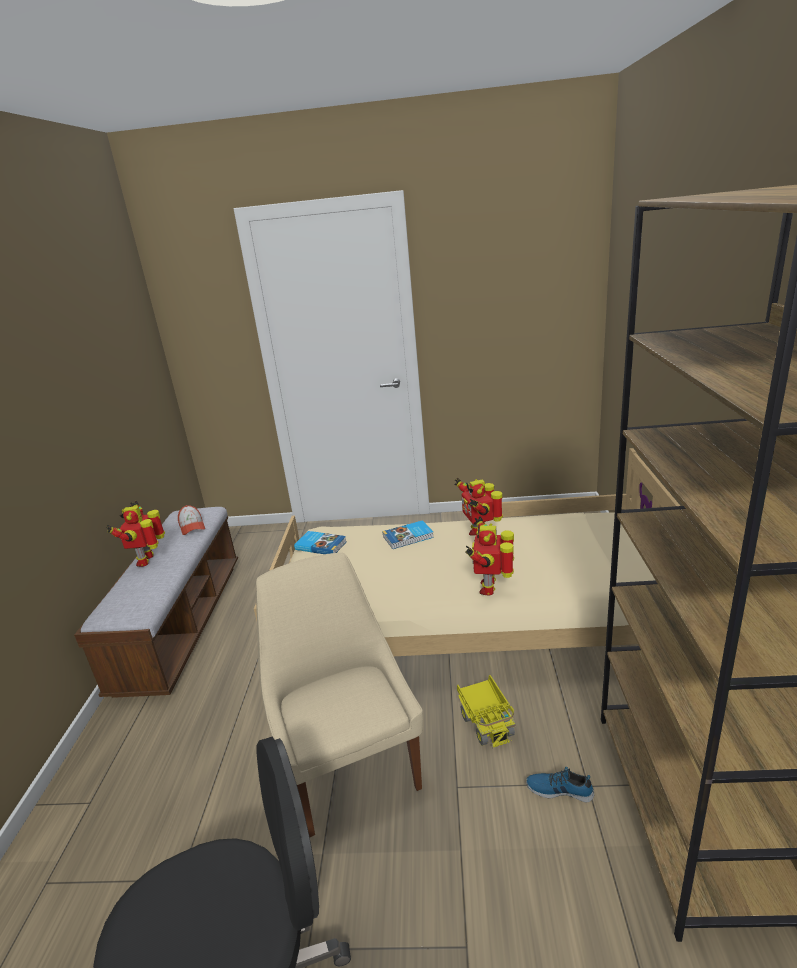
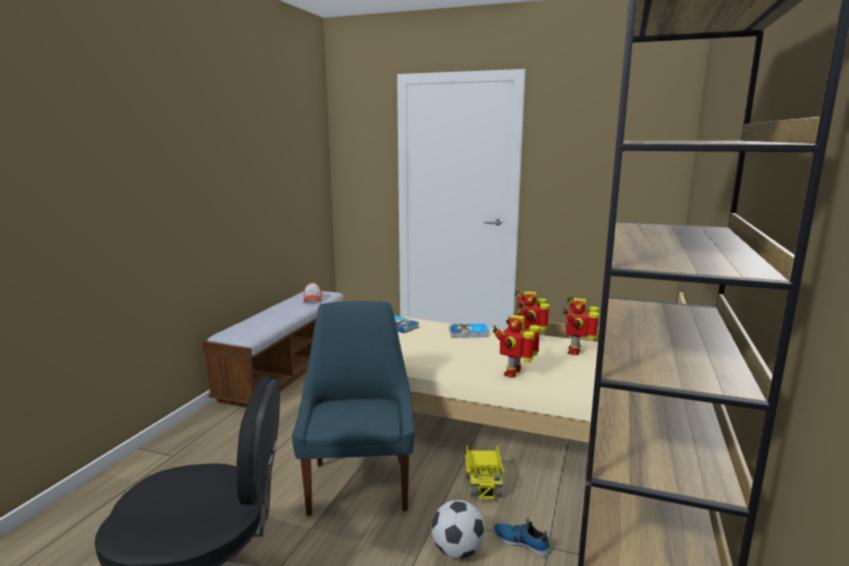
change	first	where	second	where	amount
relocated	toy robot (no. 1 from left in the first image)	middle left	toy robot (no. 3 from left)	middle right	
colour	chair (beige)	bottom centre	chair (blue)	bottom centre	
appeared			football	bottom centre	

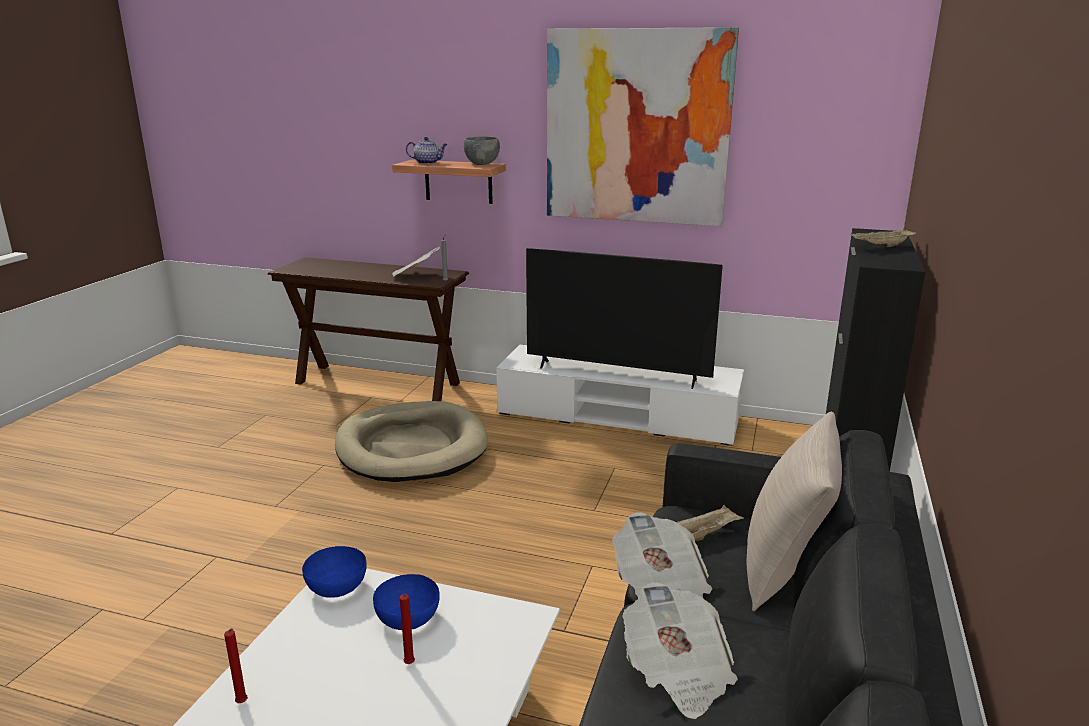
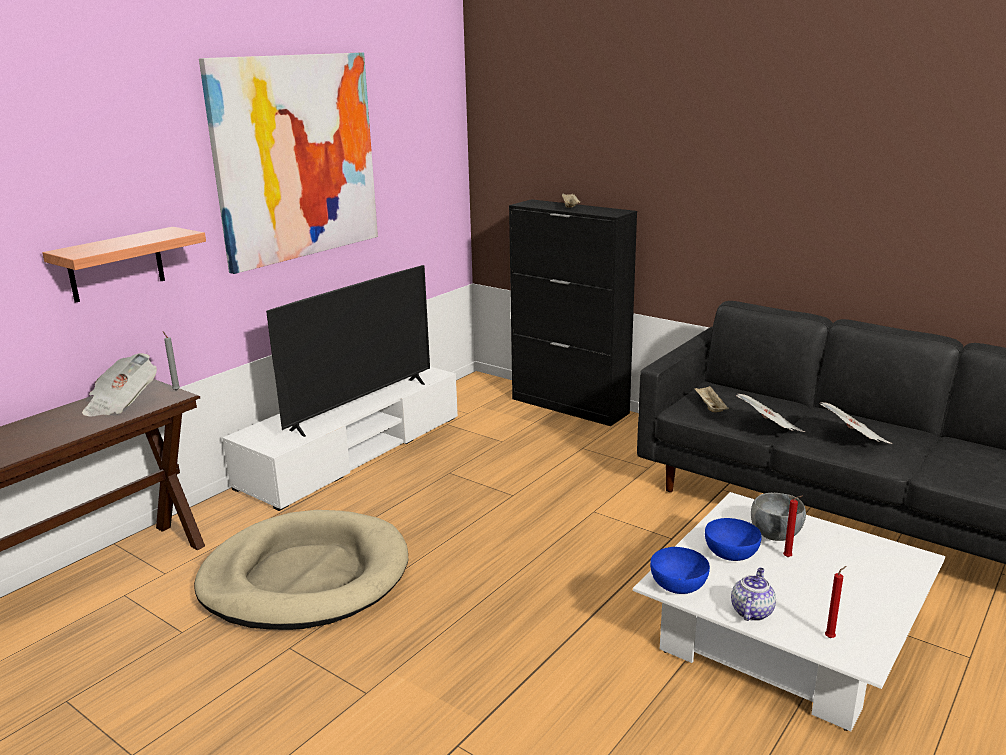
change	first	where	second	where	amount
relocated	bowl (grey)	top centre		bottom right	
relocated	teapot	top centre		bottom right	
missing	pillow (beige)	bottom right			

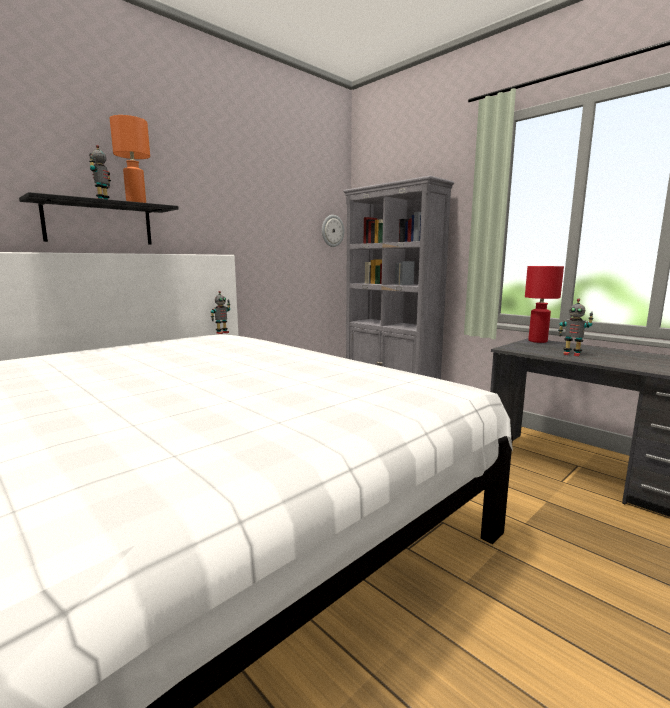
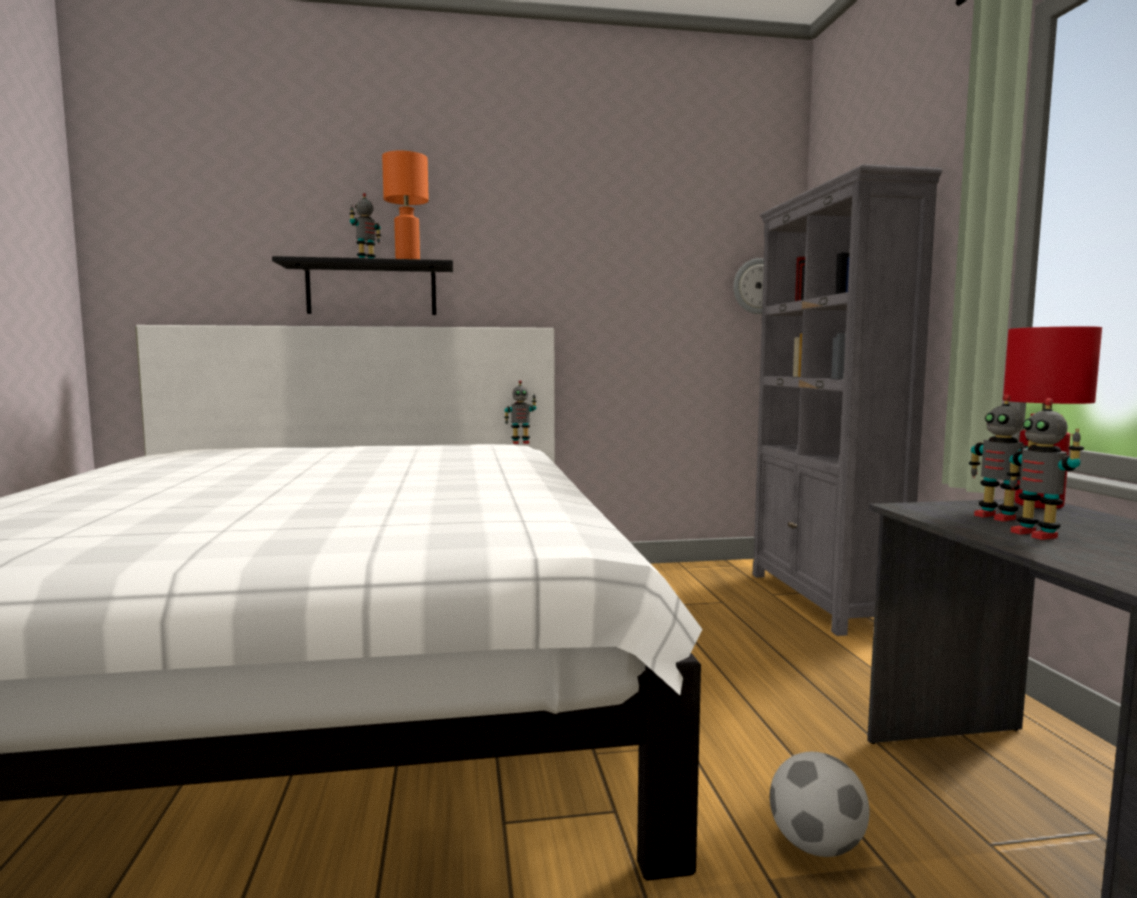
change	first	where	second	where	amount
appeared			toy robot (no. 3 from left)	middle right	
appeared			football	bottom right	

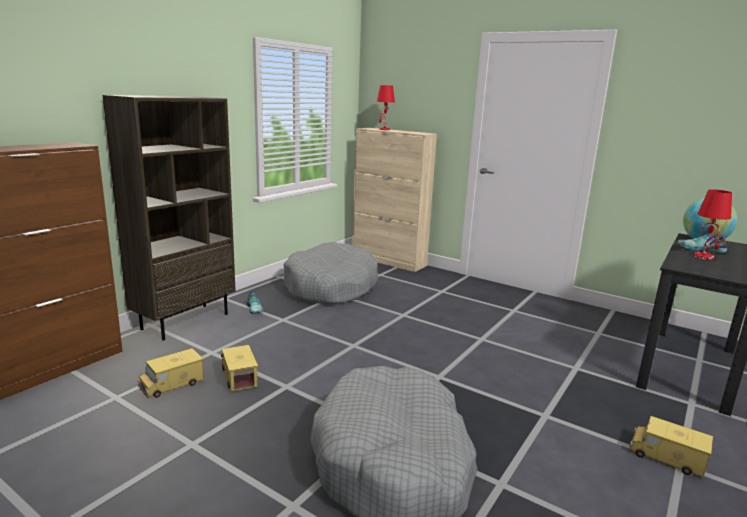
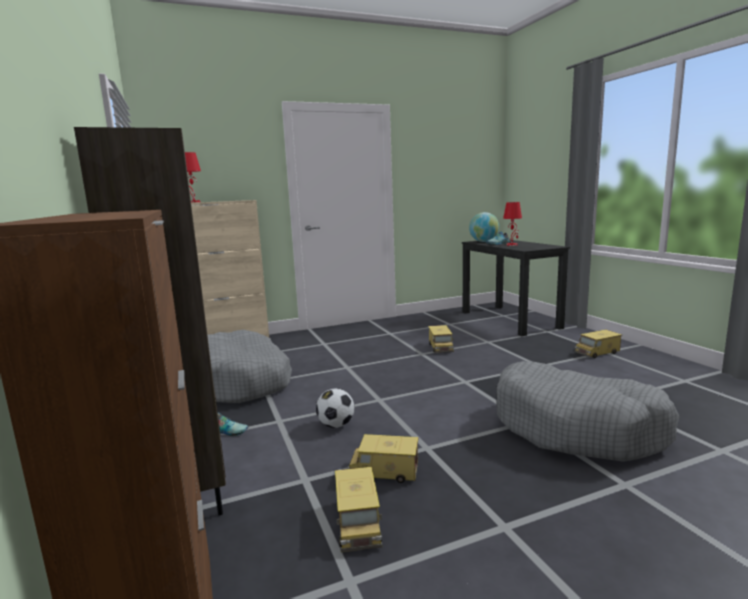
change	first	where	second	where	amount
appeared			toy truck (no. 3 from left)	centre	
appeared			football	bottom centre	

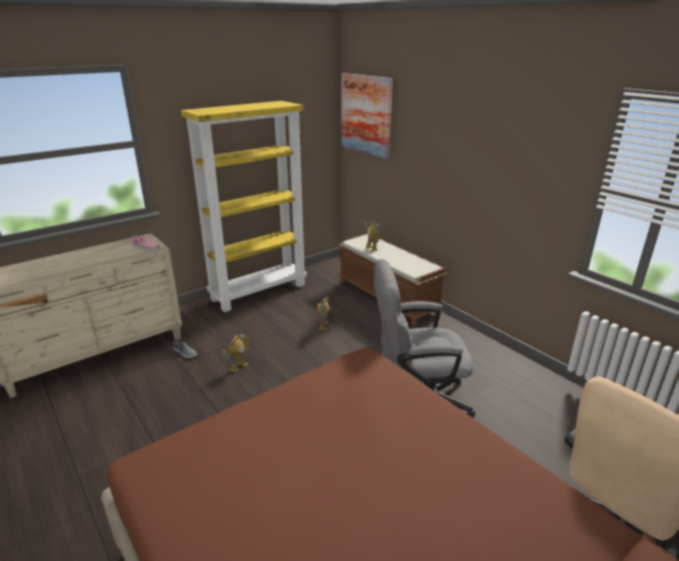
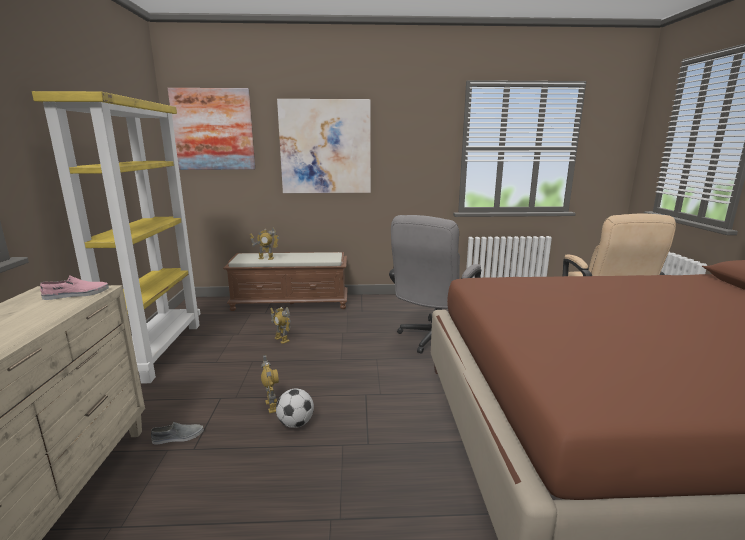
change	first	where	second	where	amount
appeared			picture (no. 2 from left)	top centre	
appeared			football	bottom centre	

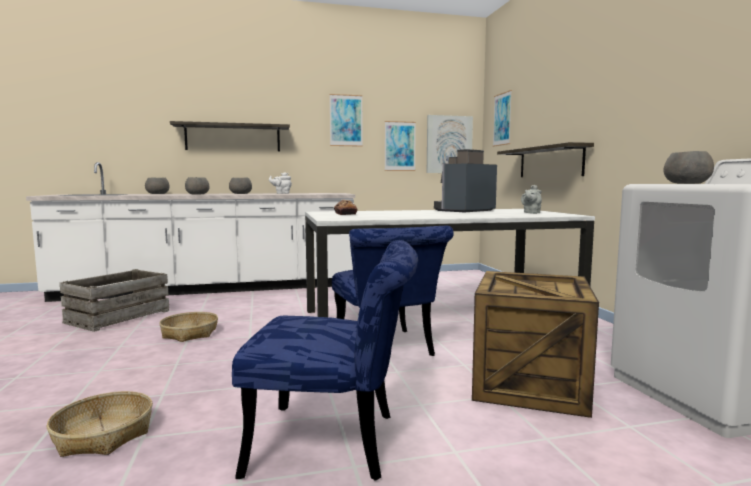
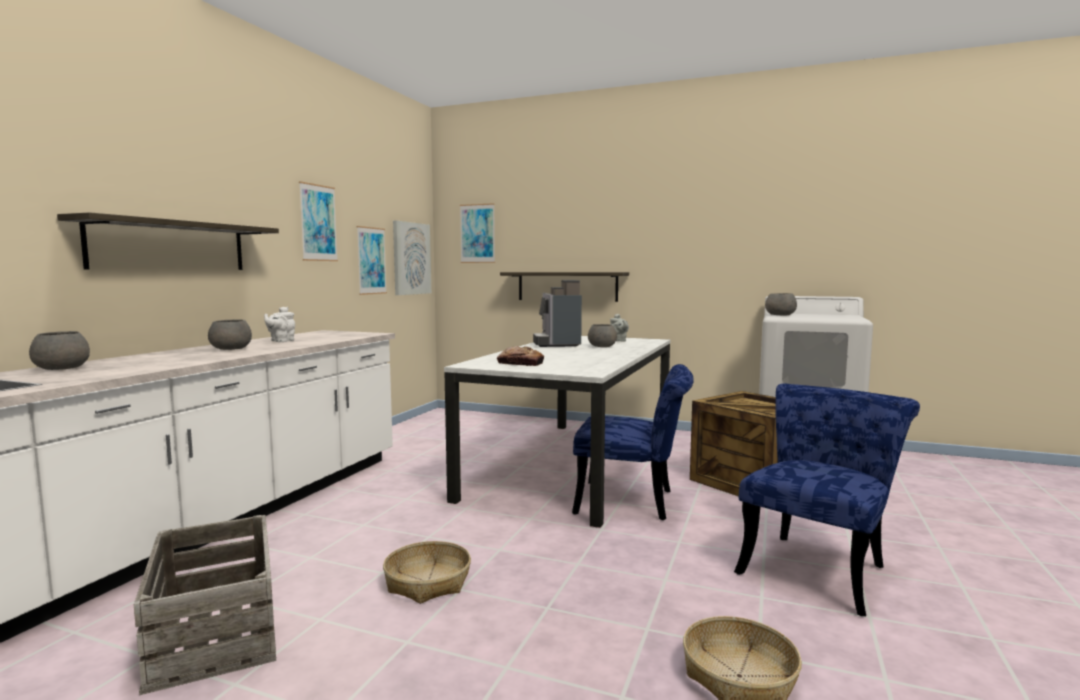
change	first	where	second	where	amount
relocated	bowl (grey) (no. 2 from left in the first image)	middle left	bowl (grey) (no. 3 from left)	centre	

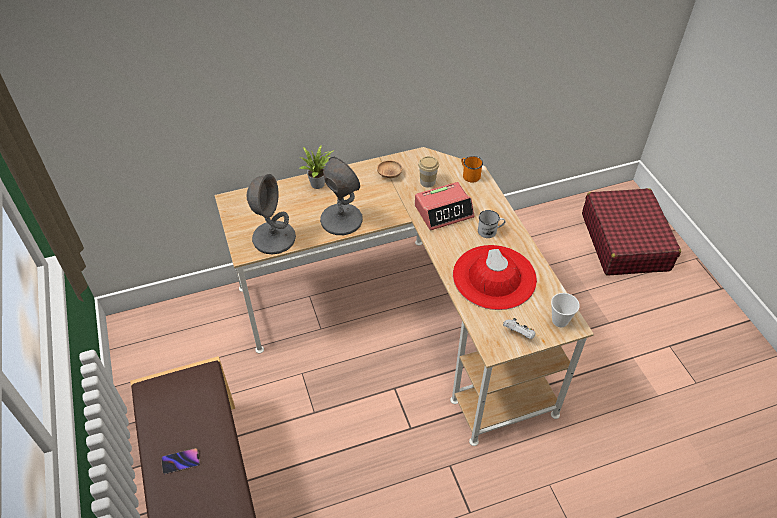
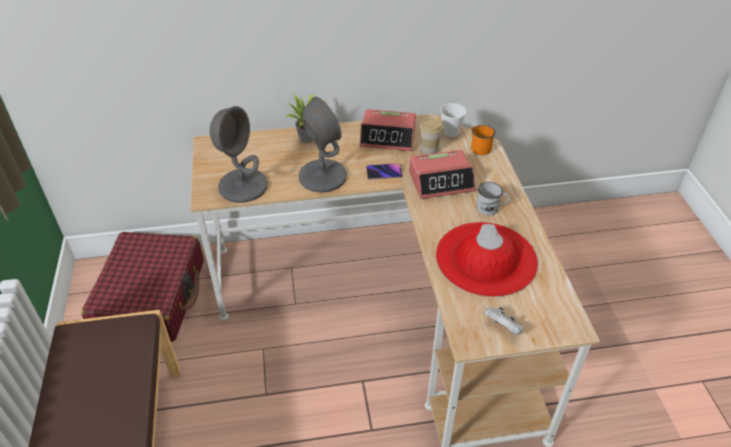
change	first	where	second	where	amount
exchanged	bowl (brown)	top centre	alarm clock (no. 1 from left)	top centre	
relocated	suitcase (red)	middle right		middle left	
relocated	cup (no. 2 from left)	middle right		top centre	
relocated	phone	bottom left		centre	

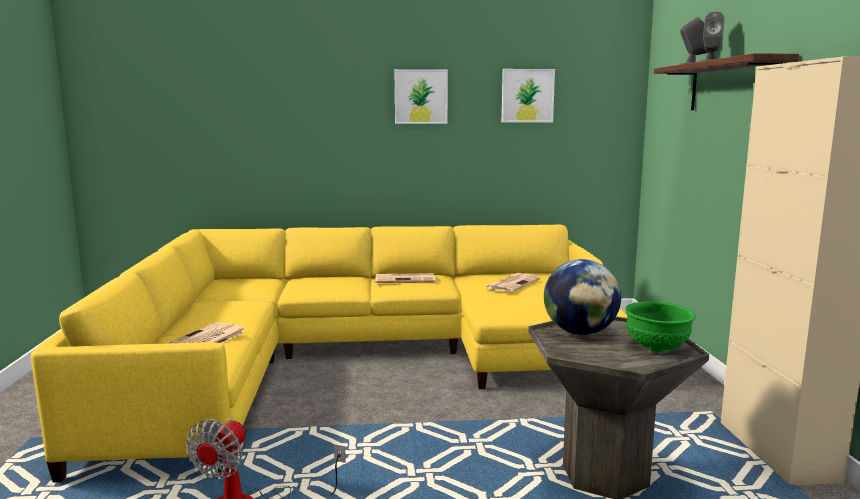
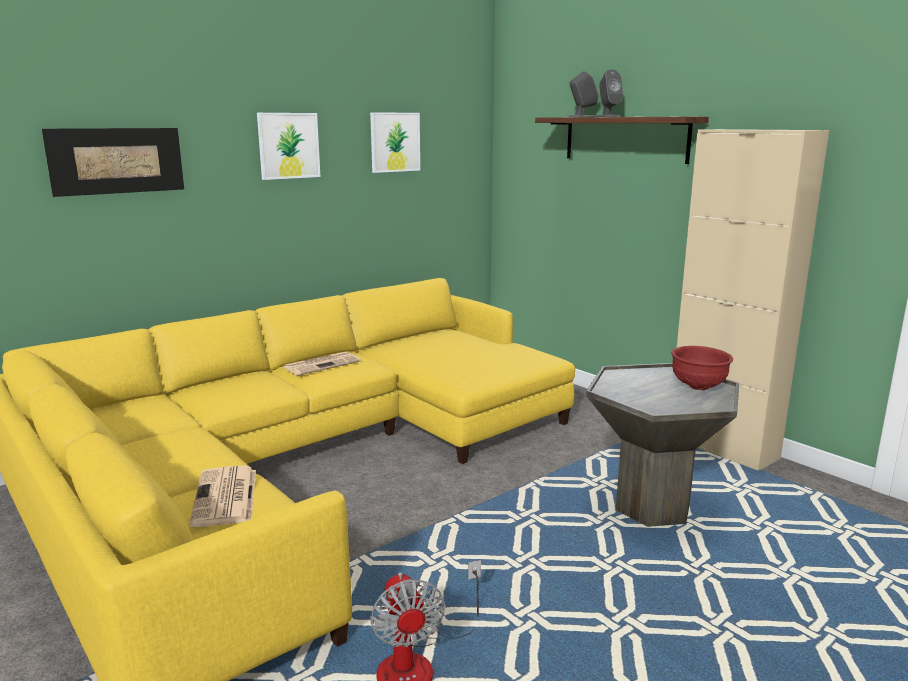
change	first	where	second	where	amount
missing	globe	middle right			
missing	newspaper (no. 3 from left)	centre			
colour	bowl (green)	middle right	bowl (red)	middle right	
appeared			picture (no. 1 from left)	top left	

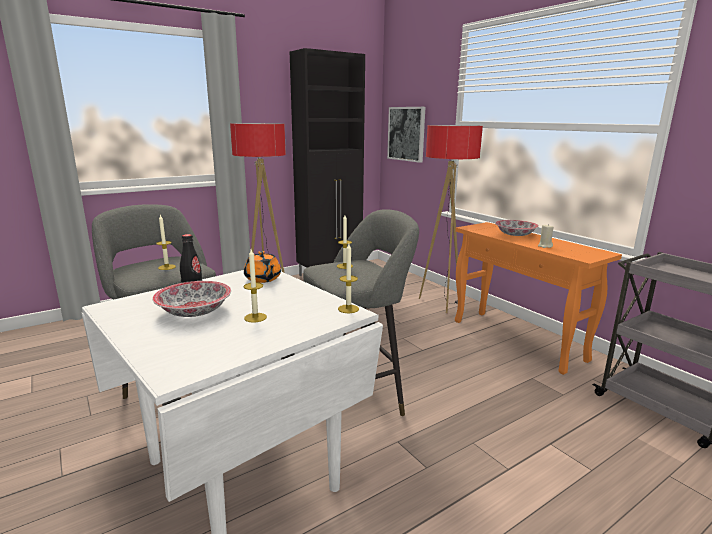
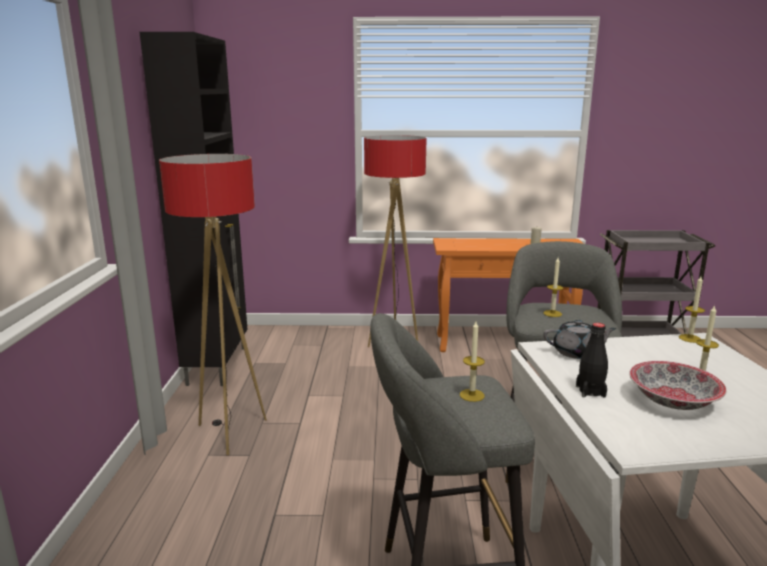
change	first	where	second	where	amount
missing	picture	top centre			
missing	bowl (no. 2 from left)	middle right			
colour	teapot (orange)	centre	teapot (grey)	middle right	

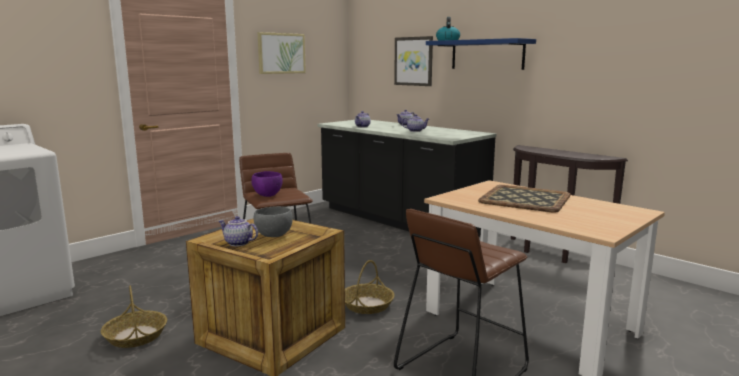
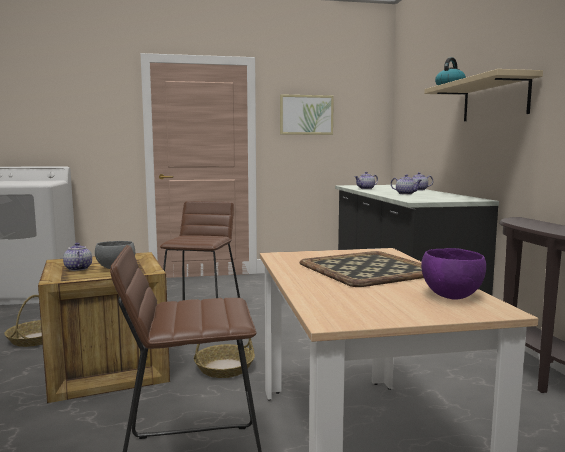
change	first	where	second	where	amount
missing	picture (no. 2 from left)	top centre			
colour	shelf (blue)	top centre	shelf (beige)	top right	
relocated	bowl (purple)	centre		middle right	

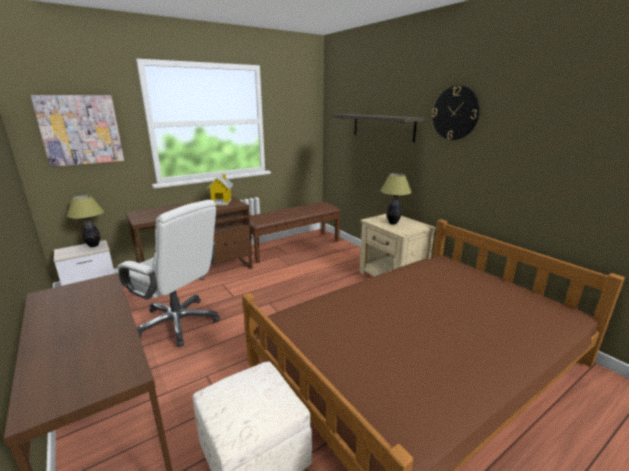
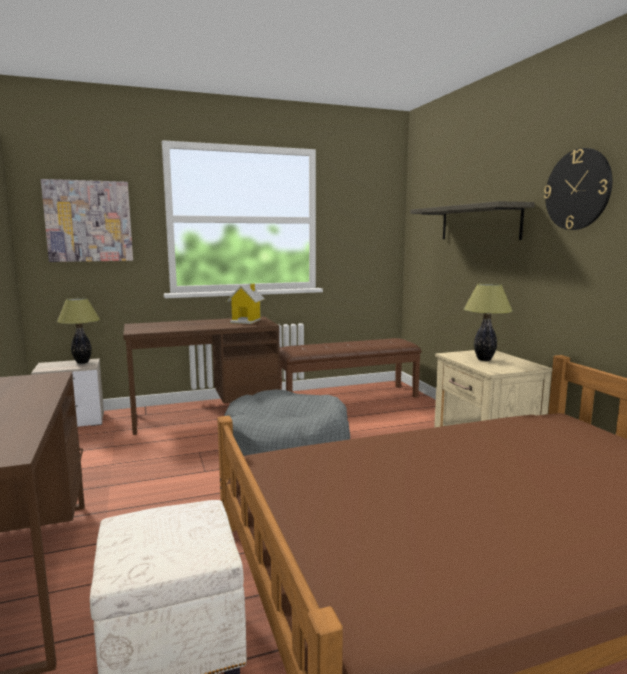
change	first	where	second	where	amount
missing	office chair (white)	middle left			
appeared			dog bed (grey)	centre	

